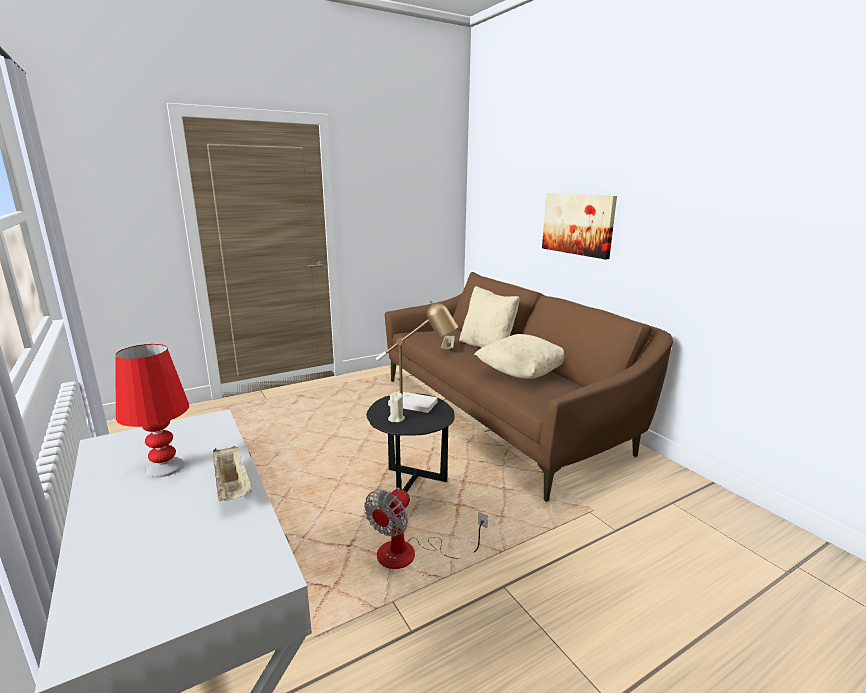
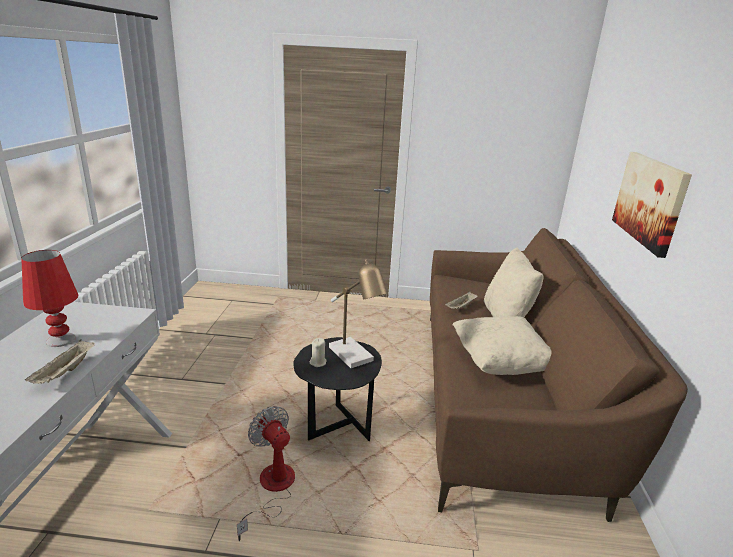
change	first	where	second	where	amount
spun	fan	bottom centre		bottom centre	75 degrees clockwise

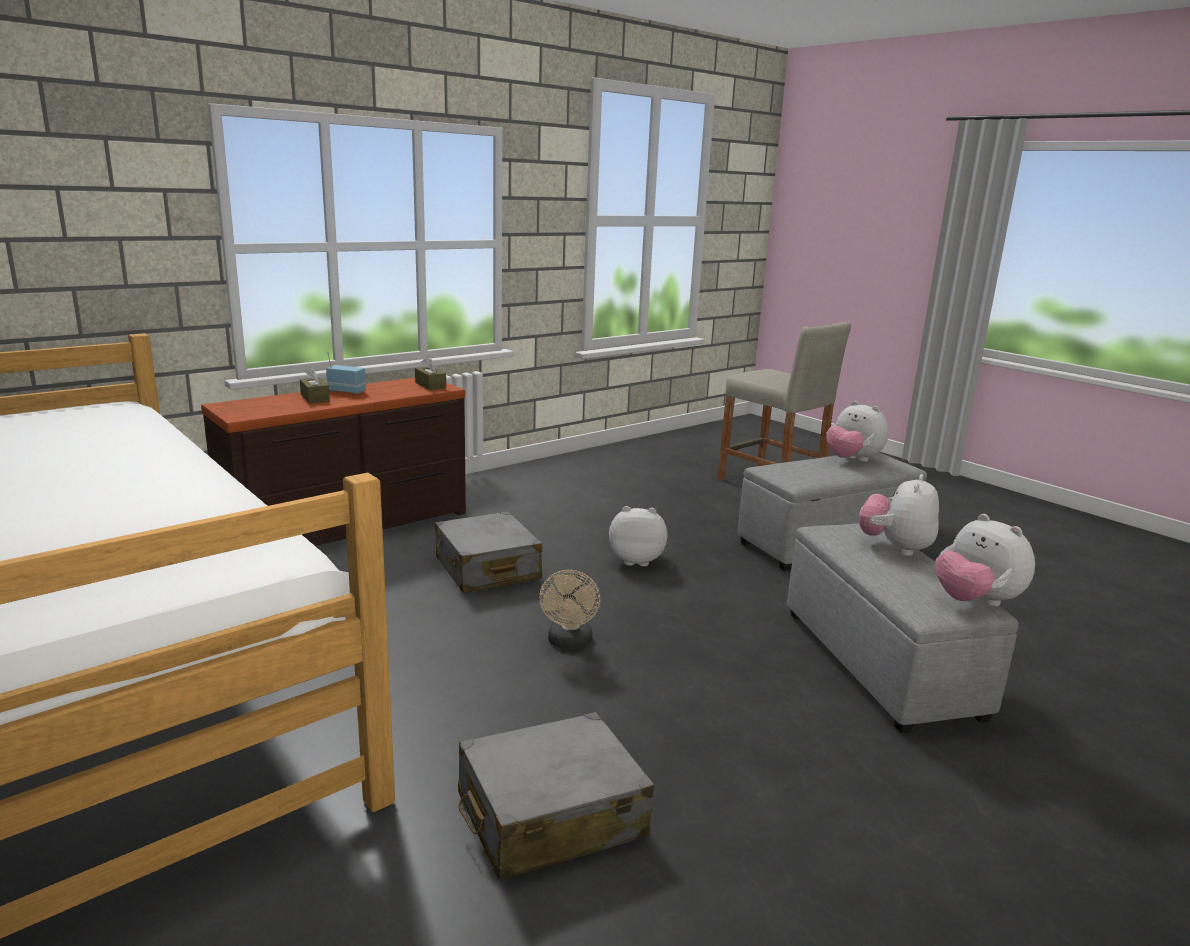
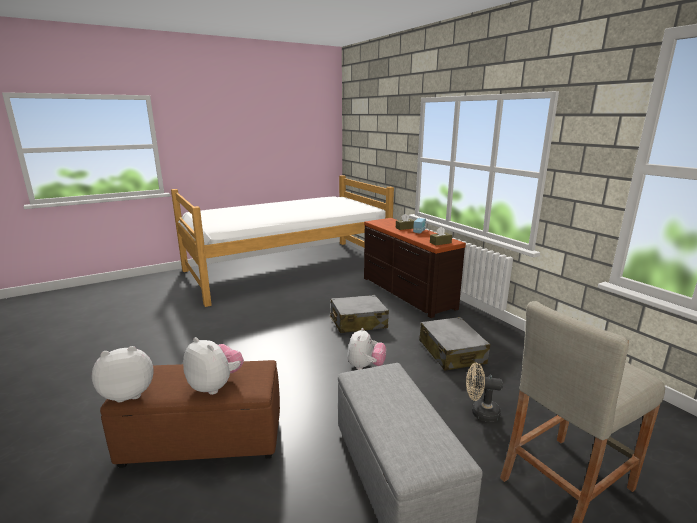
change	first	where	second	where	amount
missing	plush toy (no. 2 from left)	middle right			
colour	ottoman (grey) (no. 2 from left)	middle right	ottoman (brown)	bottom left	
relocated	fan (beige)	centre		bottom right	
relocated	suitcase (grey) (no. 2 from left)	bottom centre		centre	

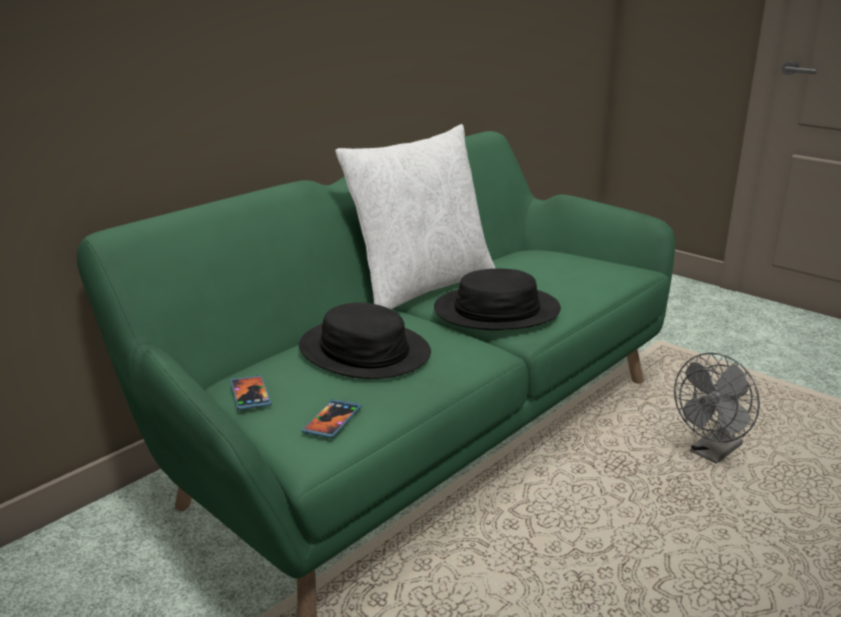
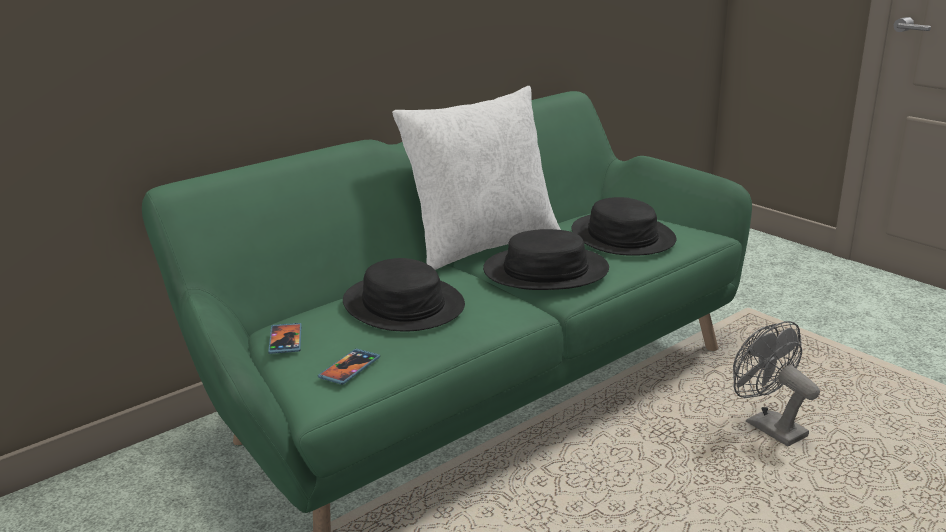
change	first	where	second	where	amount
spun	fan (grey)	middle right		bottom right	90 degrees clockwise
appeared			hat (black) (no. 3 from left)	centre	

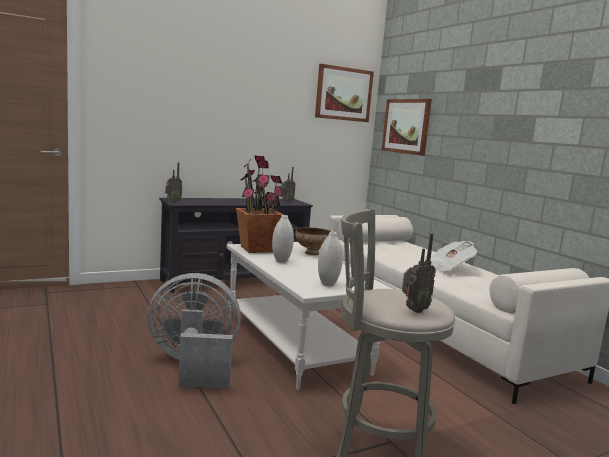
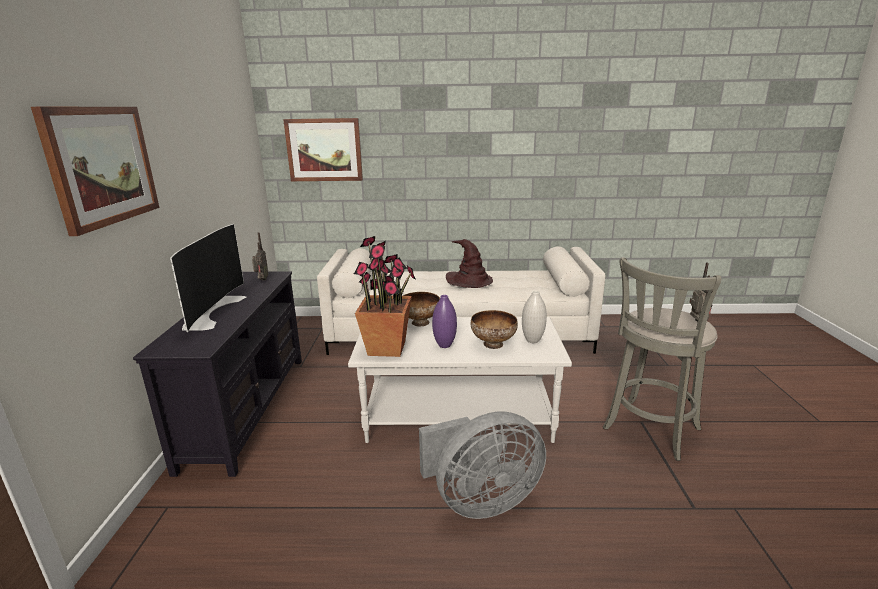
change	first	where	second	where	amount
relocated	picture (no. 1 from left)	top centre		top left	
missing	radio (no. 1 from left)	middle left			
colour	vase (white) (no. 1 from left)	centre	vase (purple)	centre	
exchanged	newspaper	middle right	hat (brown)	centre	
spun	fan (grey)	bottom left		bottom centre	135 degrees counterclockwise
appeared			television	middle left	
appeared			bowl (no. 2 from left)	centre	

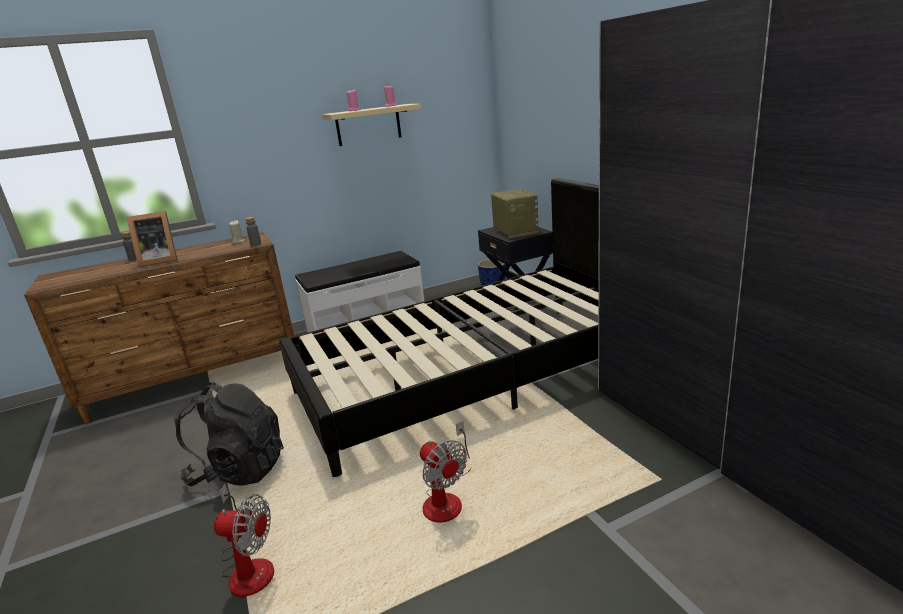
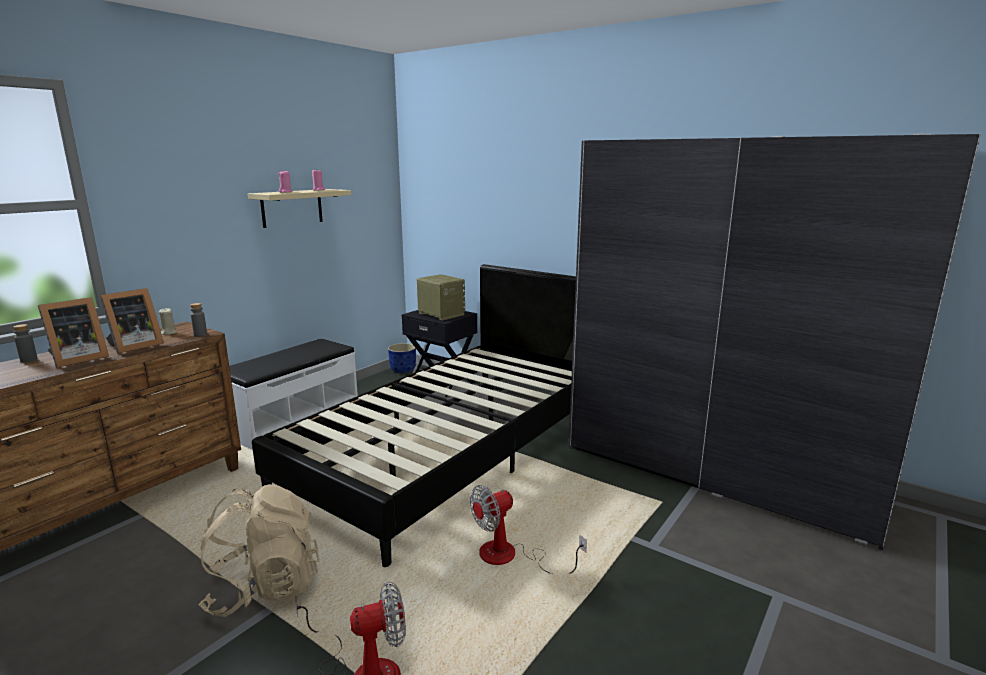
change	first	where	second	where	amount
colour	backpack (black)	bottom left	backpack (beige)	bottom left	
spun	fan (no. 2 from left)	bottom centre		bottom centre	120 degrees clockwise
appeared			picture frame (no. 2 from left)	middle left	

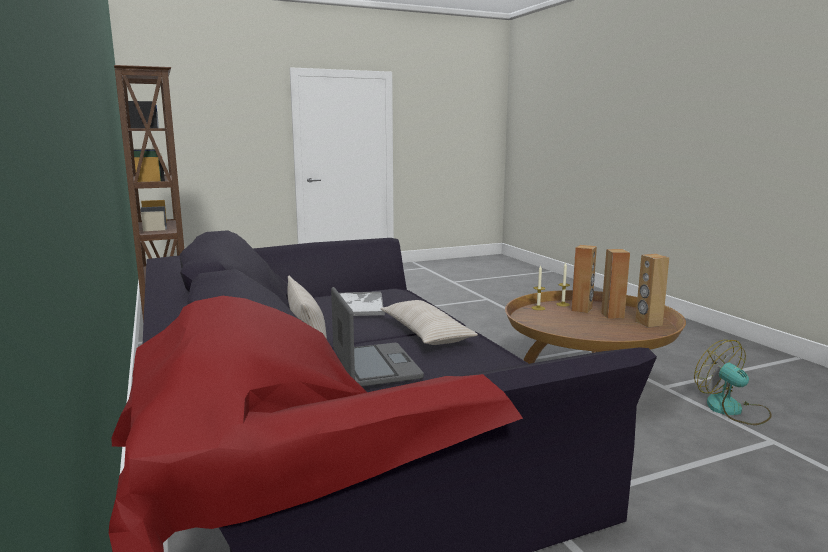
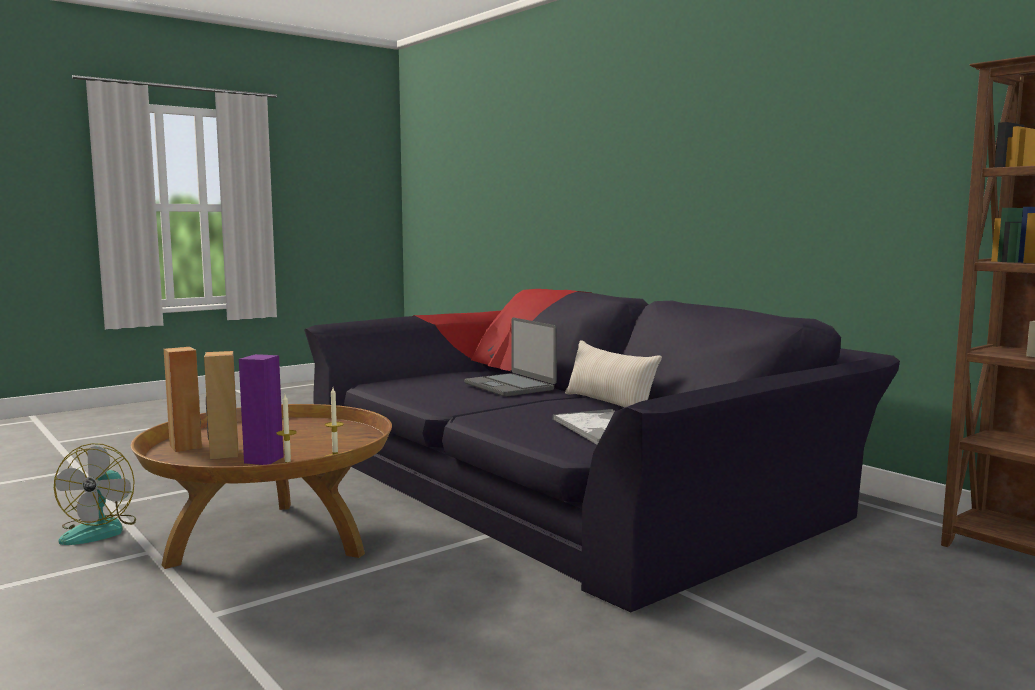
change	first	where	second	where	amount
colour	speaker (brown) (no. 1 from left)	middle right	speaker (purple)	middle left	
missing	pillow (beige) (no. 2 from left)	centre			
spun	fan	bottom right		bottom left	45 degrees clockwise

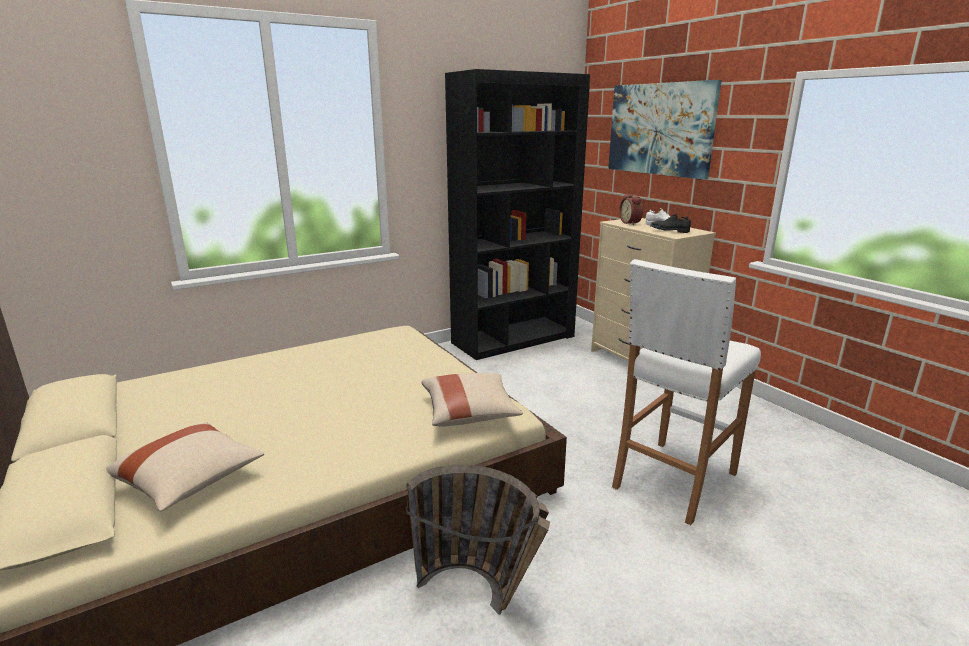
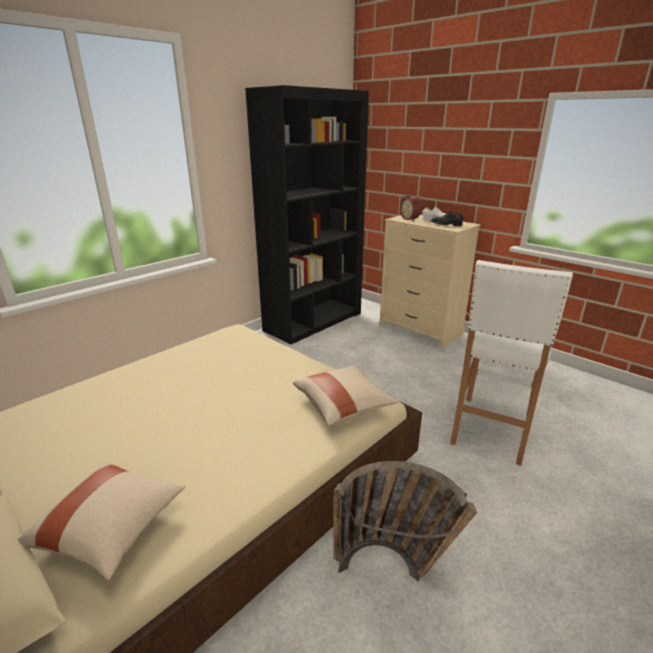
change	first	where	second	where	amount
missing	picture	top right			

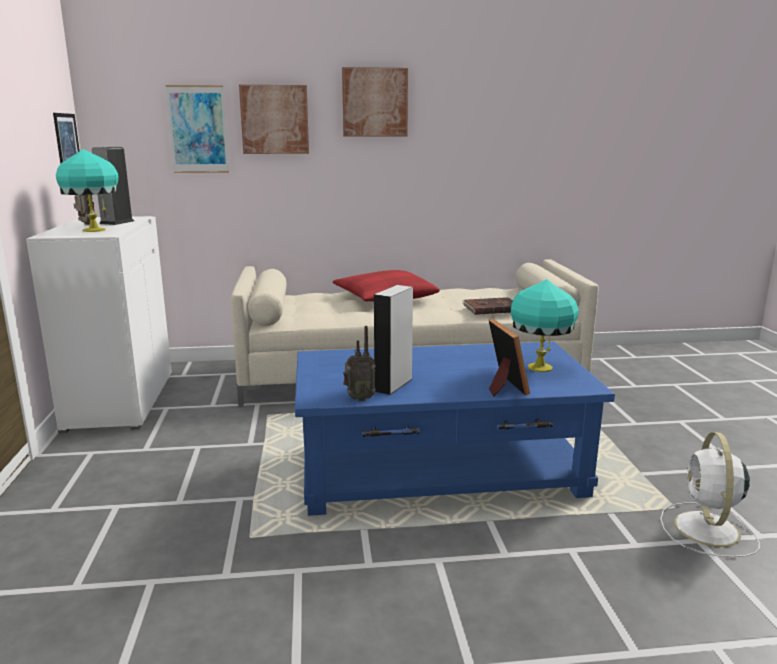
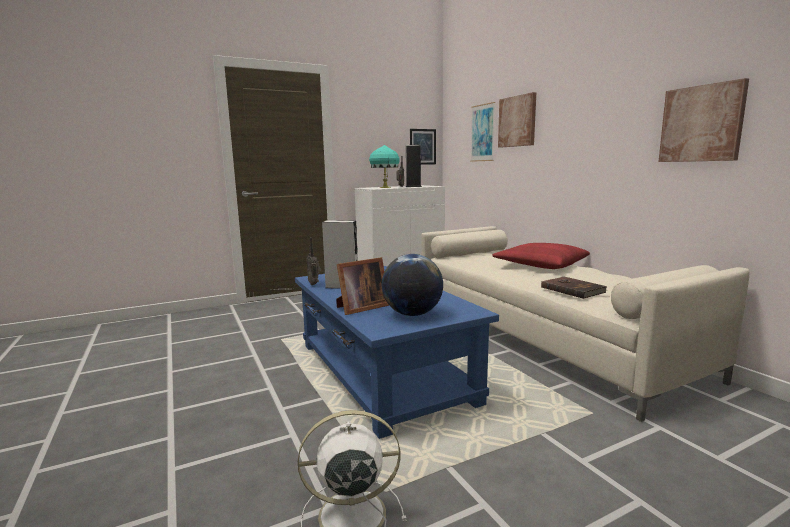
change	first	where	second	where	amount
relocated	picture (no. 4 from left)	top centre		top right	
exchanged	table lamp (turquoise) (no. 2 from left)	middle right	globe	centre	

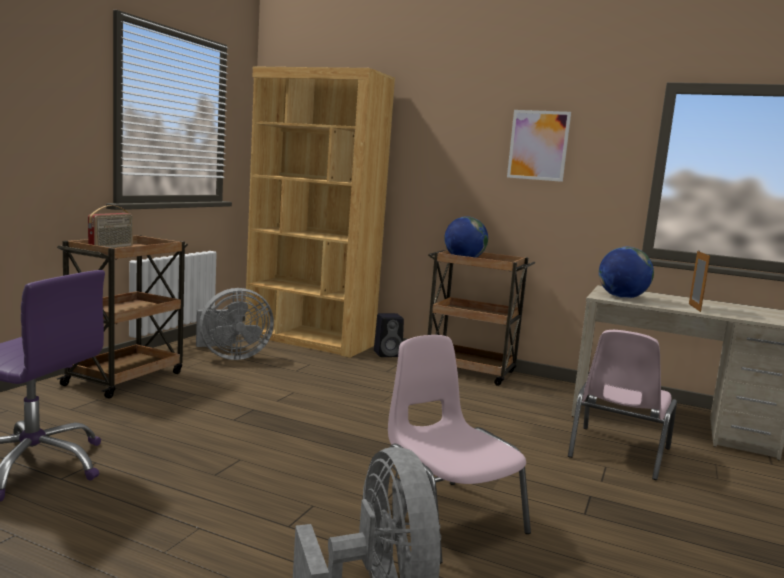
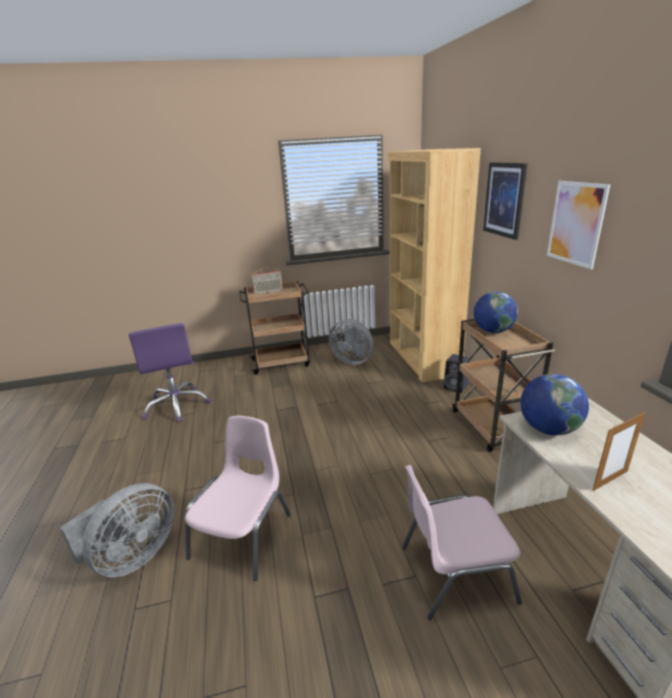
change	first	where	second	where	amount
appeared			picture (no. 1 from left)	top right	

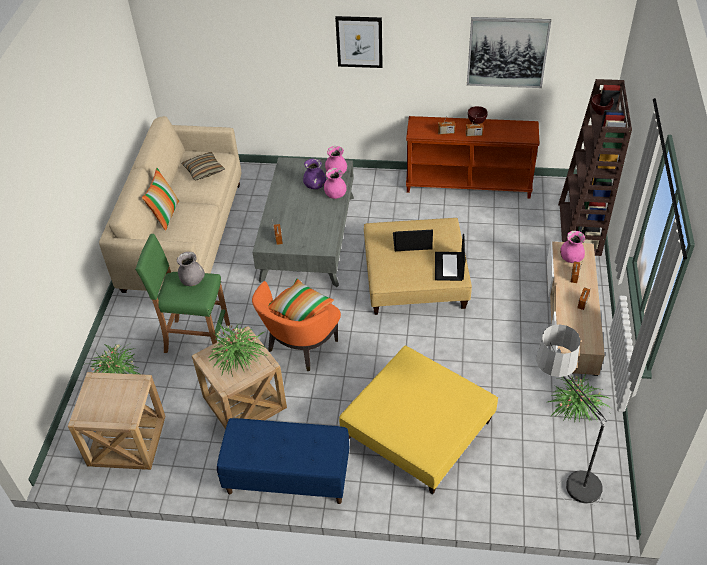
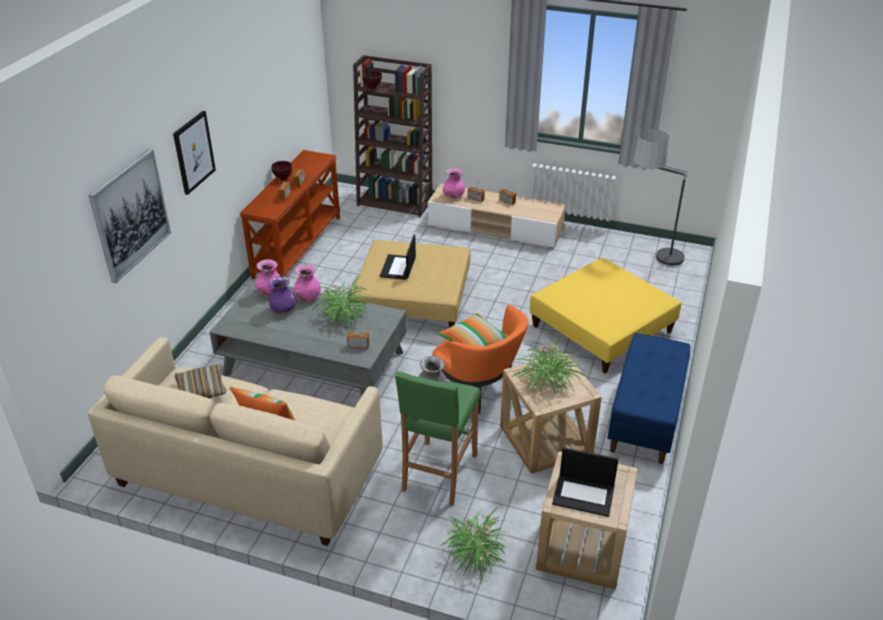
change	first	where	second	where	amount
relocated	picture (no. 2 from left in the first image)	top right	picture (no. 1 from left)	middle left	
relocated	laptop (no. 2 from left)	centre		bottom centre	
relocated	potted plant (no. 3 from left in the first image)	bottom right	potted plant (no. 1 from left)	centre	

